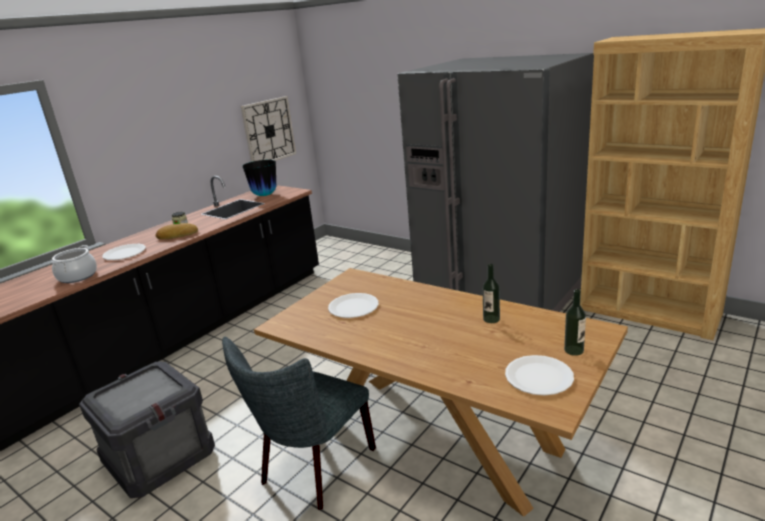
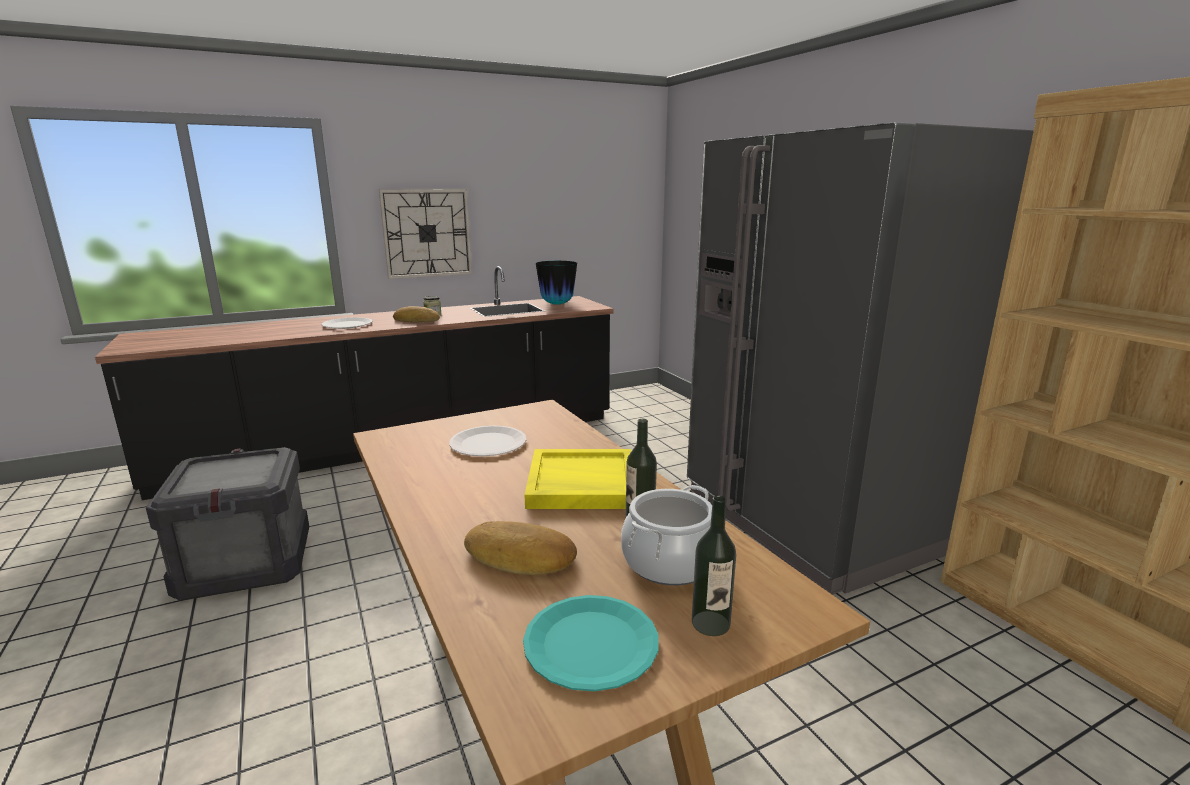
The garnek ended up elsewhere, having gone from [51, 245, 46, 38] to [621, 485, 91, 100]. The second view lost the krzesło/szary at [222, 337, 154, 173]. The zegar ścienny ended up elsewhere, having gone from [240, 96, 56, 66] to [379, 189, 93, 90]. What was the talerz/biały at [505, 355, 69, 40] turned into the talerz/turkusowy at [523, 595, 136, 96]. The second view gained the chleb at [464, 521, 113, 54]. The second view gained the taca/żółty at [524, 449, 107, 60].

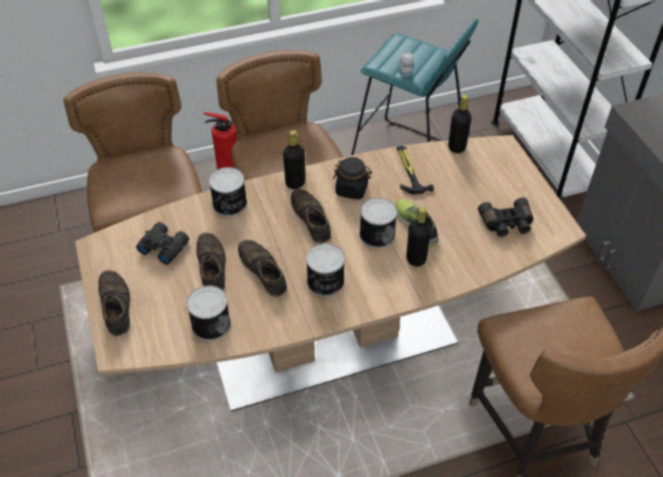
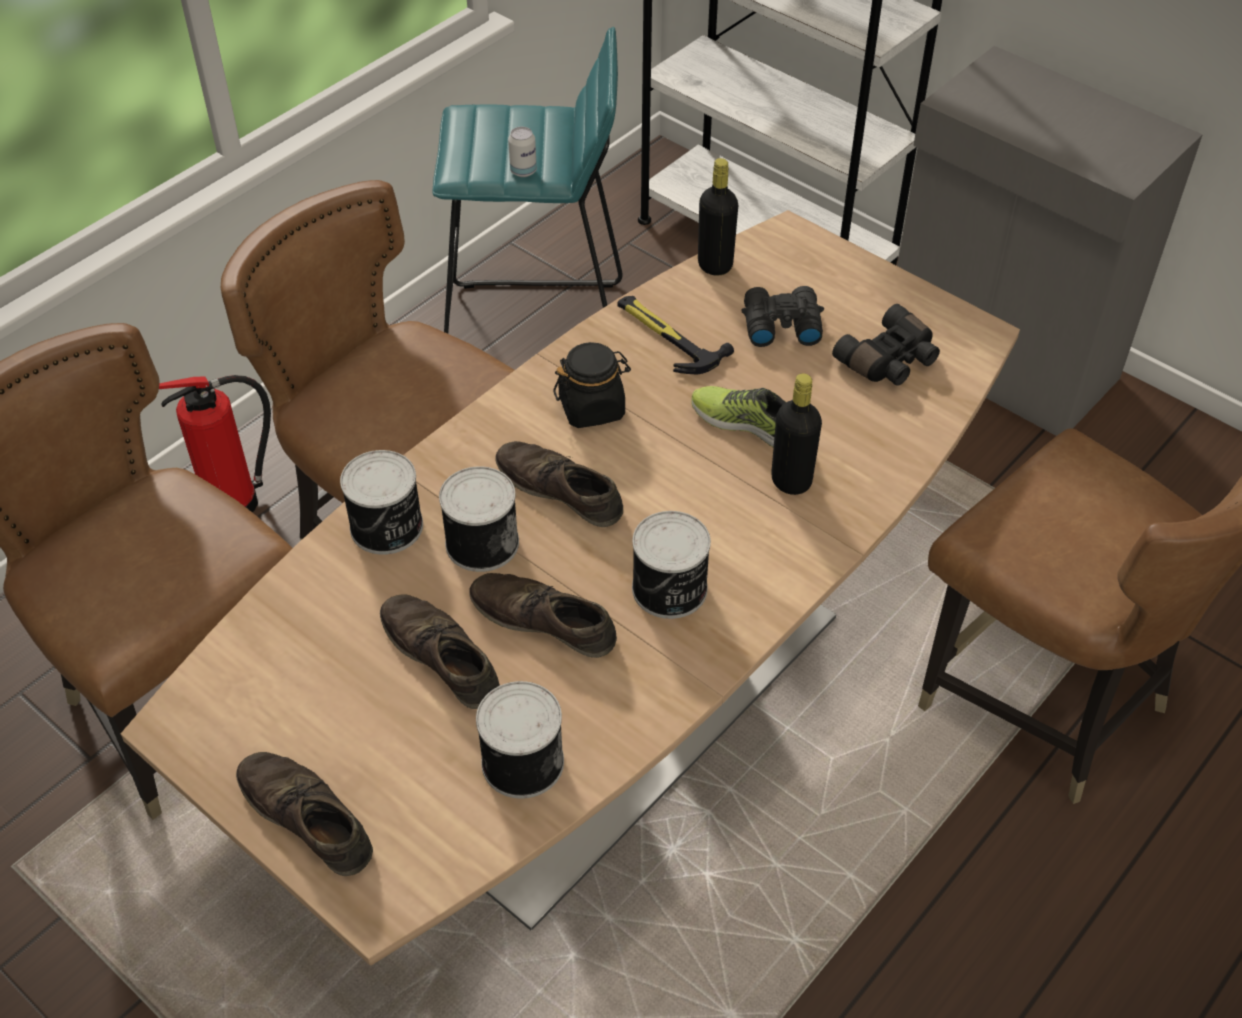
The lornetka/czarny ended up elsewhere, having gone from [136, 222, 53, 43] to [741, 286, 83, 61]. The second view lost the butelka/czarny at [283, 130, 22, 59]. The puszka ended up elsewhere, having gone from [360, 197, 37, 51] to [439, 466, 80, 106].

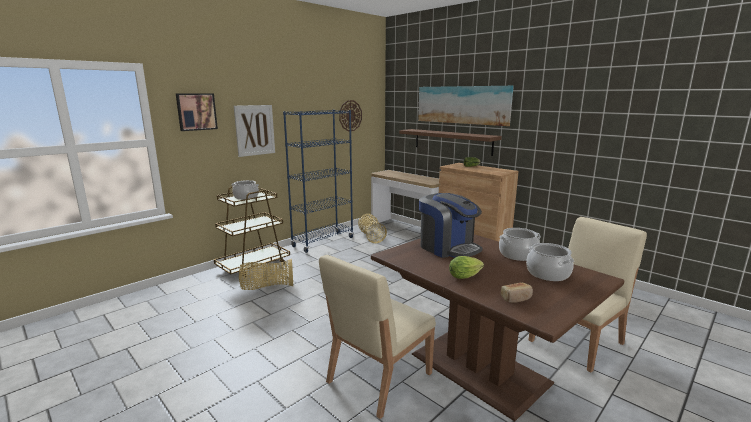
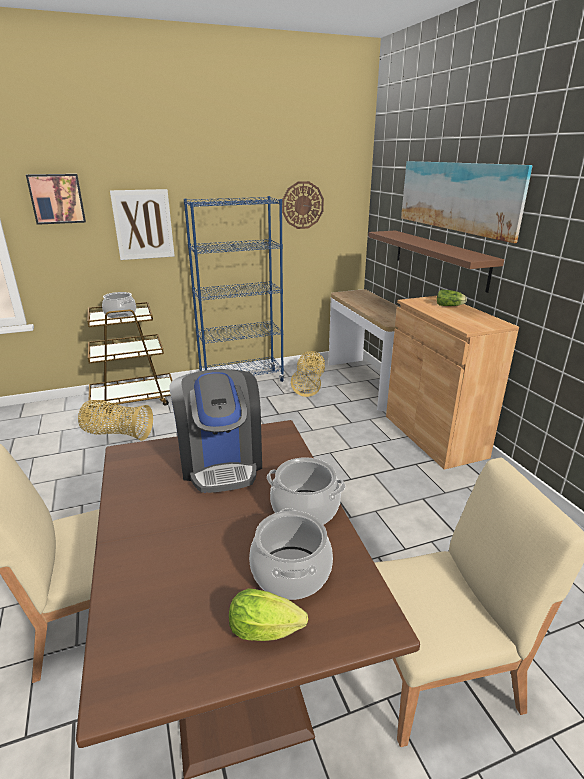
The sałata ended up elsewhere, having gone from [449, 256, 35, 23] to [229, 588, 79, 53]. The second view lost the chleb at [501, 283, 32, 20].

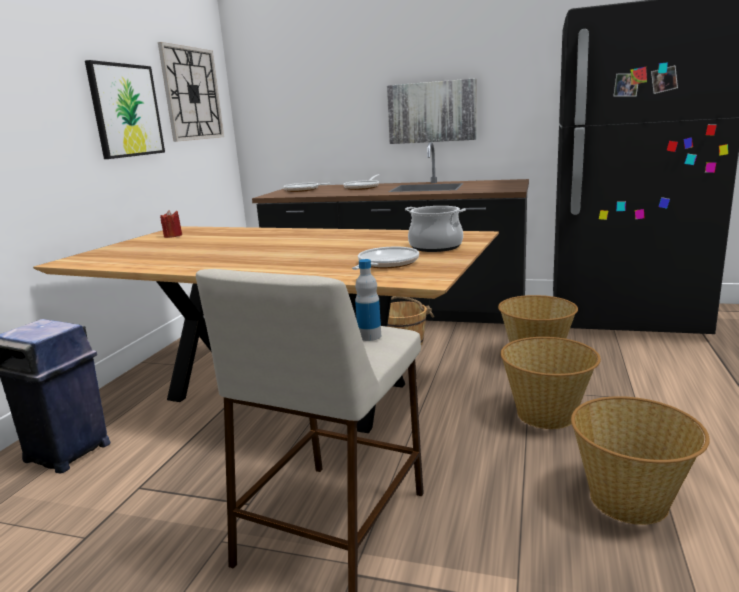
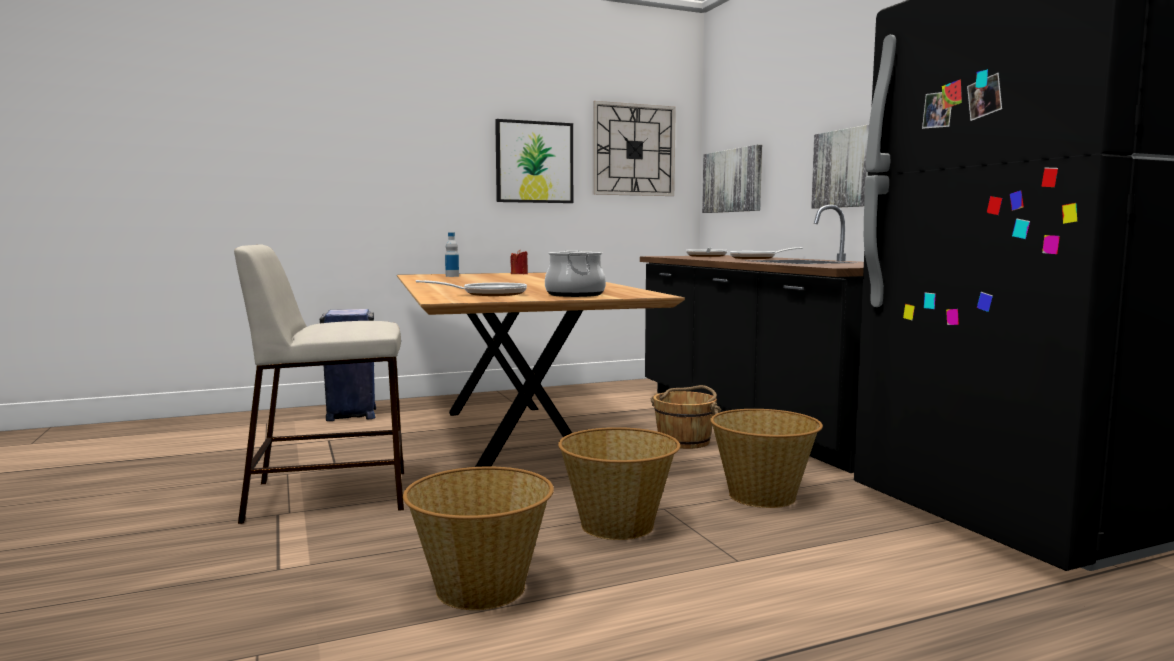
The butelka ended up elsewhere, having gone from [355, 259, 26, 82] to [445, 232, 14, 45]. The second view gained the obraz at [702, 145, 60, 68].

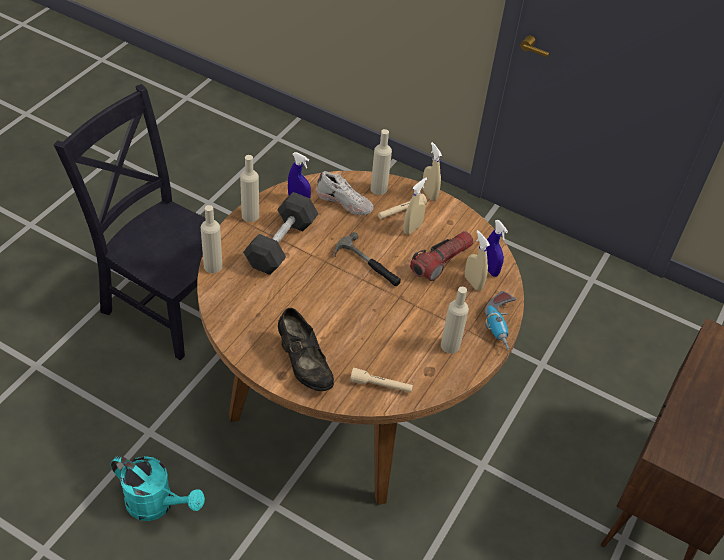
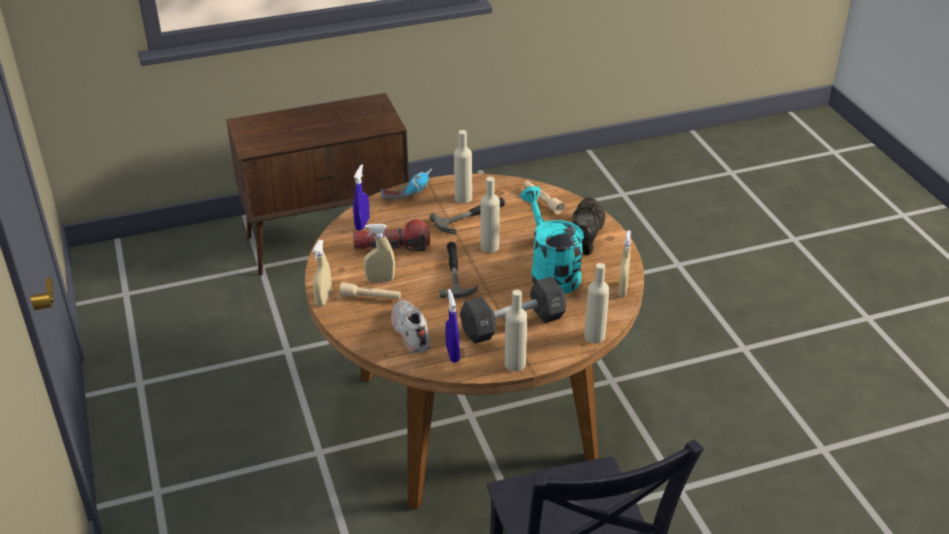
The konewka/turkusowy ended up elsewhere, having gone from [111, 456, 94, 65] to [520, 186, 64, 108]. The butelka/beżowy ended up elsewhere, having gone from [370, 129, 22, 66] to [481, 177, 19, 76]. The spryskiwacz/beżowy ended up elsewhere, having gone from [465, 230, 25, 61] to [618, 230, 13, 67]. The second view gained the młotek at [430, 198, 75, 36].

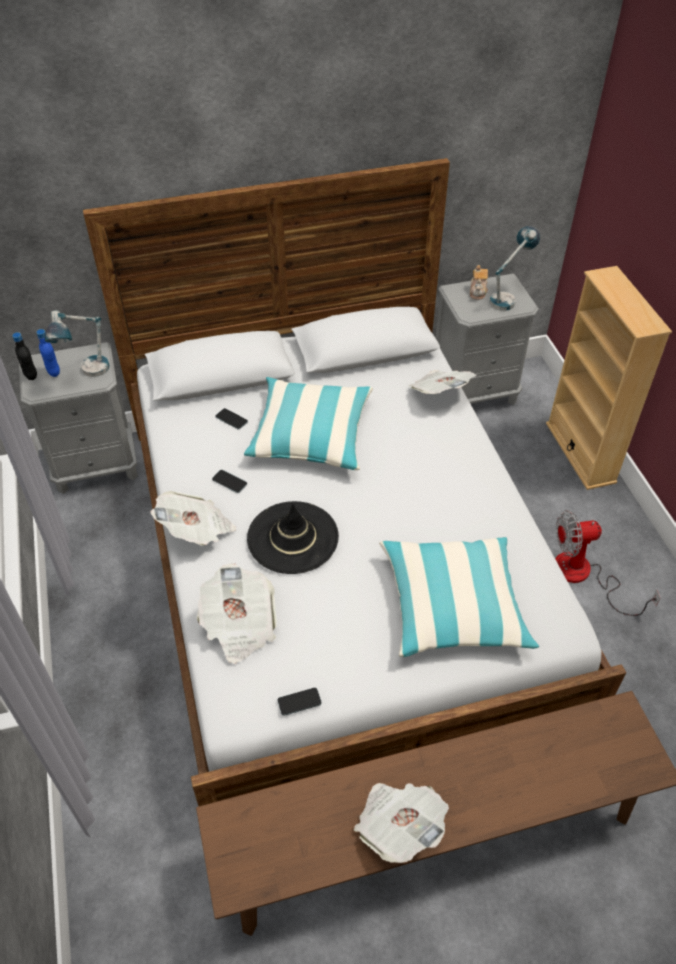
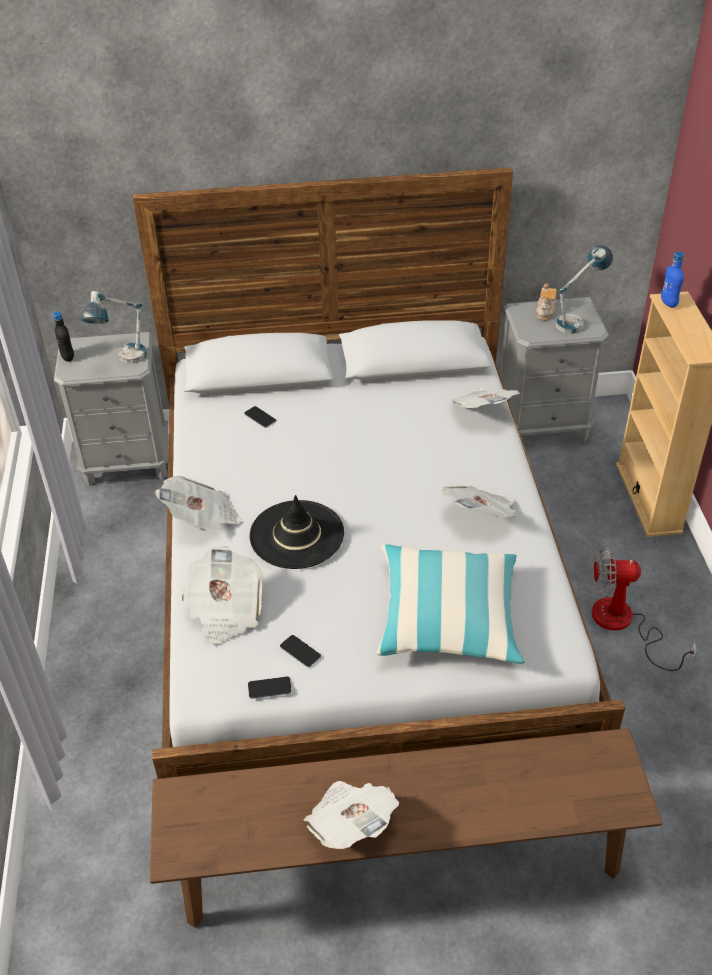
The butelka/niebieski ended up elsewhere, having gone from [36, 329, 24, 48] to [661, 252, 23, 56]. The telefon ended up elsewhere, having gone from [212, 470, 35, 23] to [280, 635, 41, 32]. The second view lost the poduszka at [244, 377, 129, 93]. The second view gained the gazeta at [442, 486, 74, 32].

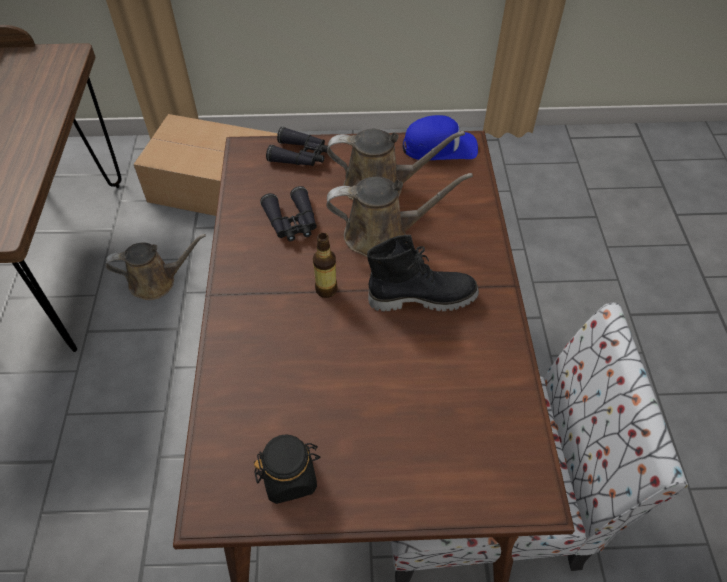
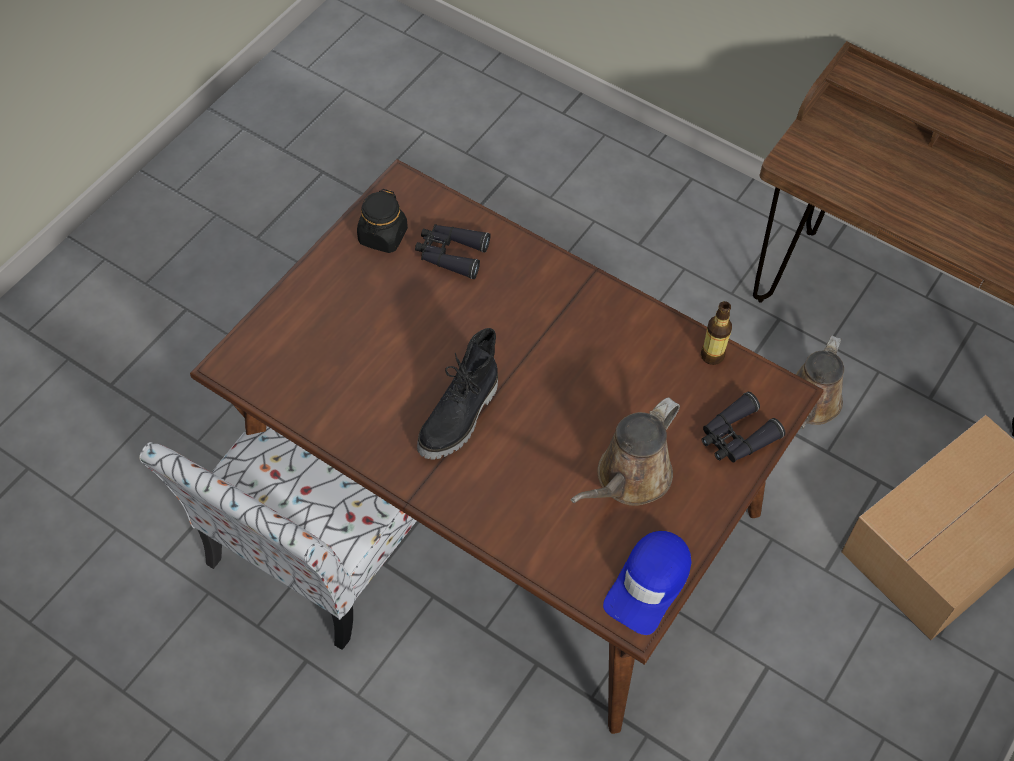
The lornetka/czarny ended up elsewhere, having gone from [260, 186, 57, 55] to [415, 224, 76, 55]. The butelka ended up elsewhere, having gone from [313, 233, 25, 65] to [701, 301, 31, 64]. The second view lost the konewka/brązowy at [326, 173, 147, 84].

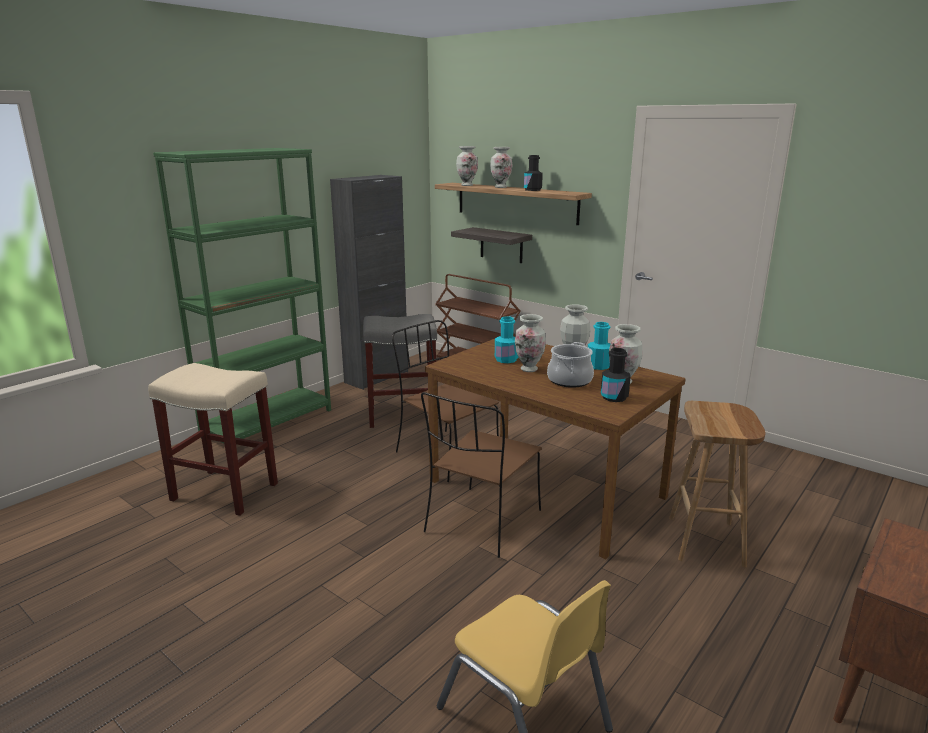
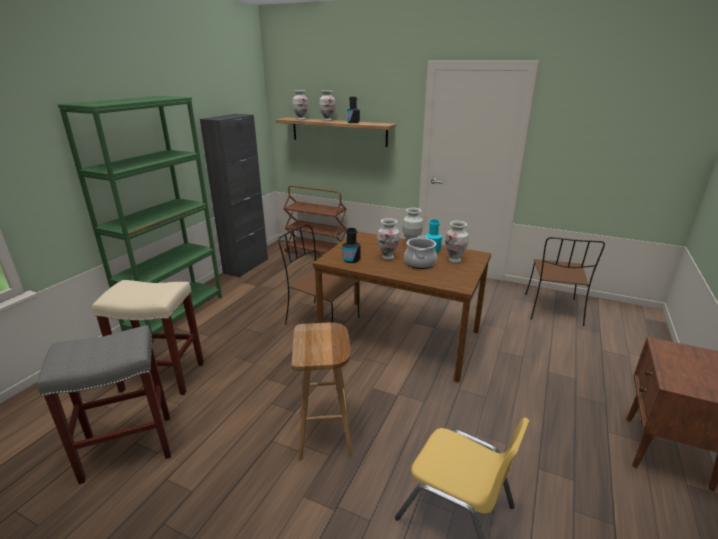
The stołek/szary ended up elsewhere, having gone from [363, 314, 74, 114] to [37, 325, 134, 159]. The krzesło/brązowy ended up elsewhere, having gone from [421, 392, 121, 166] to [526, 237, 79, 89]. The second view lost the półka at [451, 227, 81, 36]. The second view lost the butelka/turkusowy at [495, 316, 23, 47]. The butelka/czarny ended up elsewhere, having gone from [601, 348, 30, 54] to [343, 228, 18, 35]. The stołek/brązowy ended up elsewhere, having gone from [669, 401, 97, 167] to [291, 322, 62, 139].

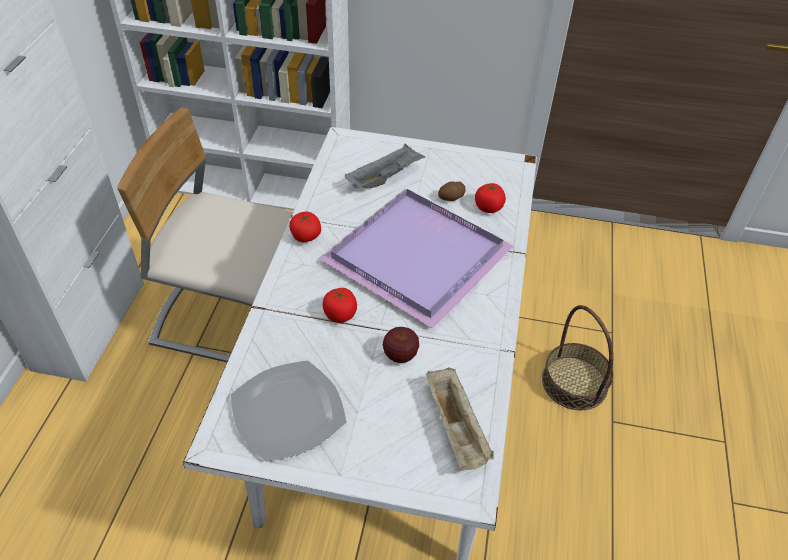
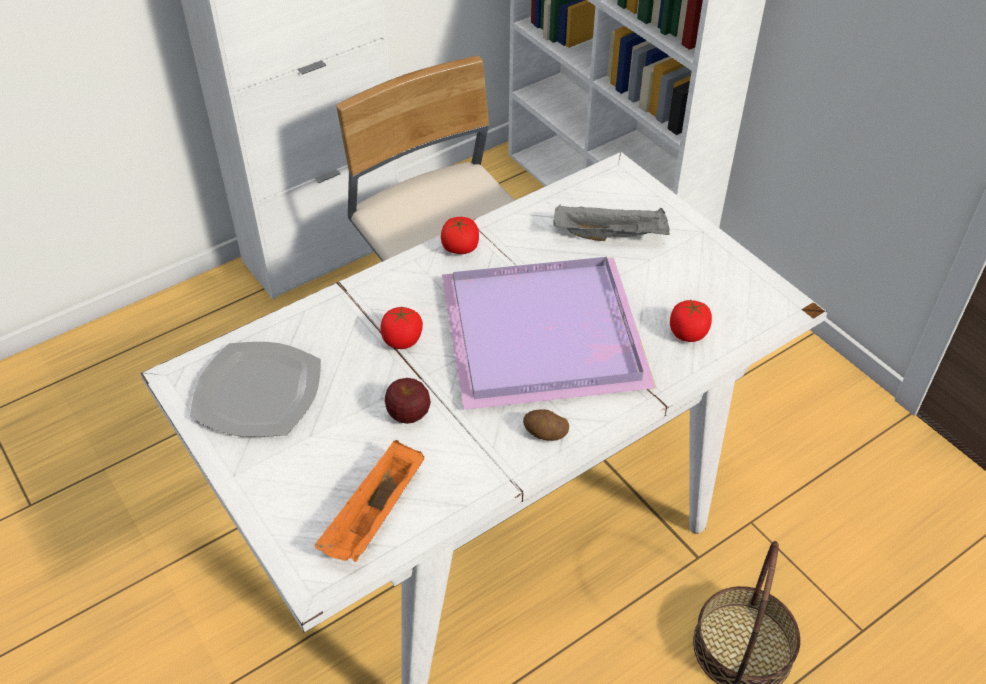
What was the taca/beżowy at [426, 367, 68, 104] turned into the taca/pomarańczowy at [315, 440, 109, 122]. The ziemniak ended up elsewhere, having gone from [438, 182, 28, 19] to [523, 409, 46, 32].

